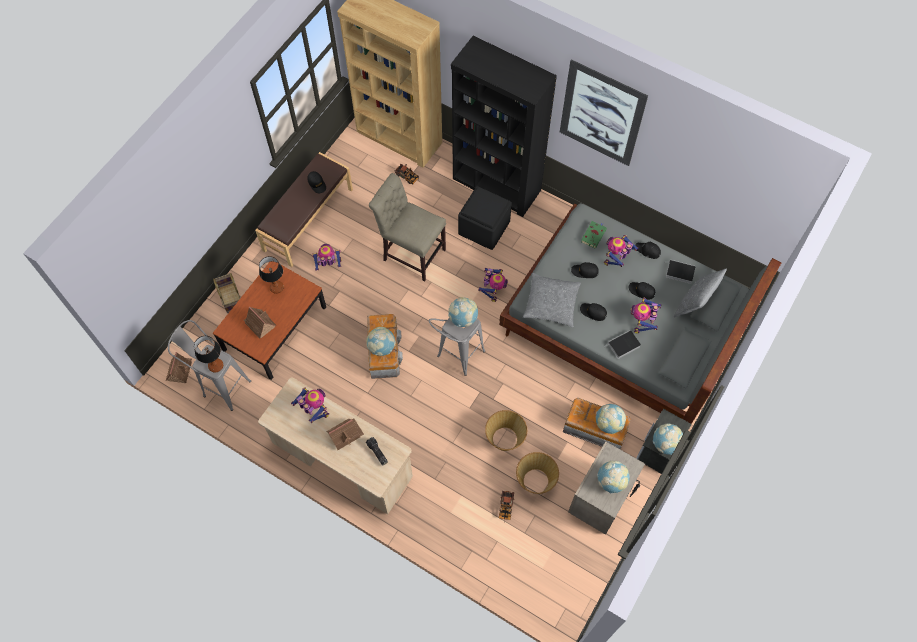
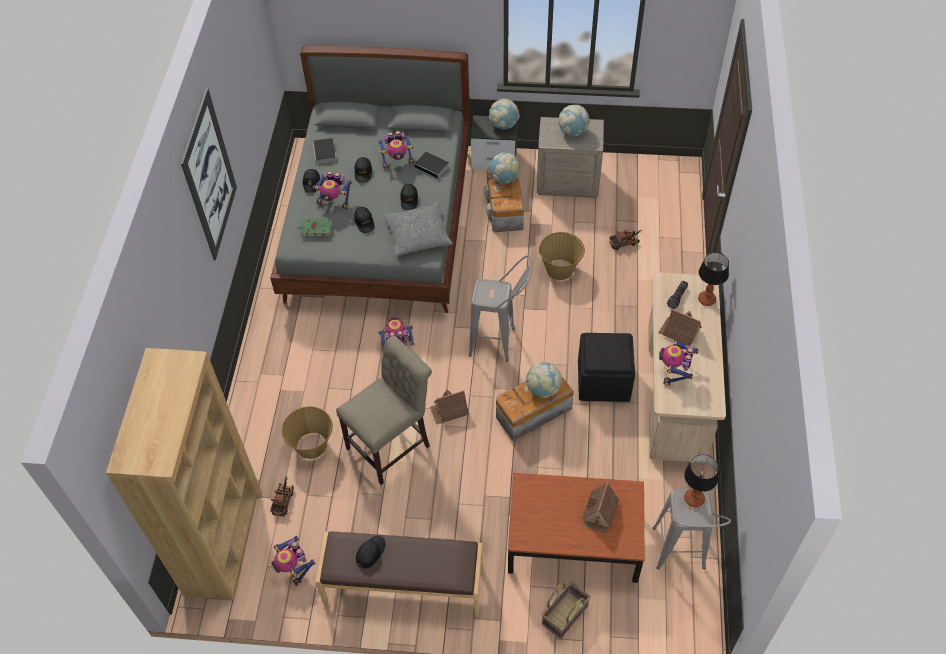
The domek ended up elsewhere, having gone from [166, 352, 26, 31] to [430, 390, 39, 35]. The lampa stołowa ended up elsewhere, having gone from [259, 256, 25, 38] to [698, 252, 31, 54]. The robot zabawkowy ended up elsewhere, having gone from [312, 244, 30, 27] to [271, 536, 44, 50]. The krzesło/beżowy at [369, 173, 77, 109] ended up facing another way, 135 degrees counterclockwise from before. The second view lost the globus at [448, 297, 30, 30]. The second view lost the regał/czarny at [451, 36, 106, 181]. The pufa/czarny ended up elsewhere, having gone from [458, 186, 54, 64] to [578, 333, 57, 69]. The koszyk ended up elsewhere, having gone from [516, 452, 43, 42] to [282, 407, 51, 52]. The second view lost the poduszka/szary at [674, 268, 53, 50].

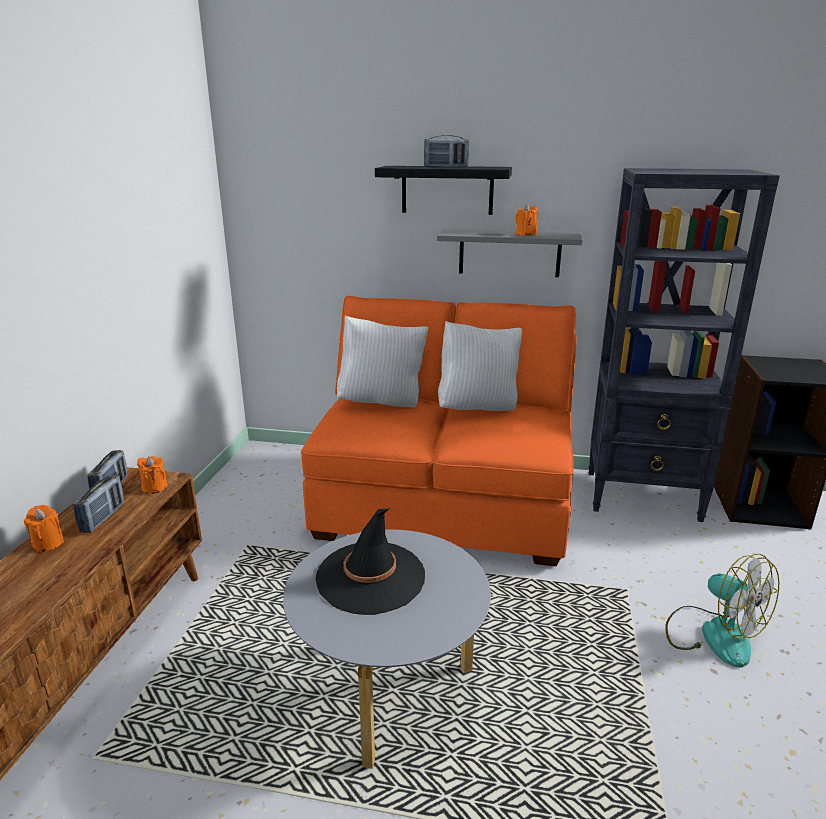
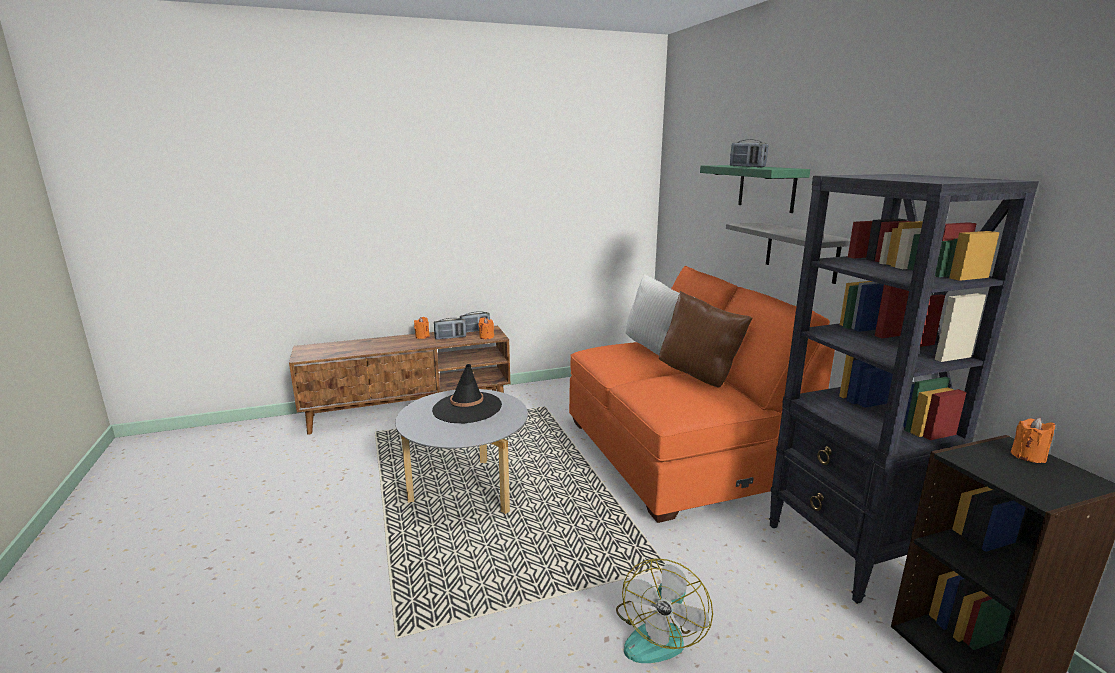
What was the półka/czarny at [375, 166, 137, 49] turned into the półka/zielony at [700, 165, 110, 48]. What was the poduszka/biały at [438, 321, 84, 90] turned into the poduszka/brązowy at [659, 291, 93, 97]. The świeca/pomarańczowy ended up elsewhere, having gone from [515, 204, 23, 32] to [1011, 418, 44, 45].

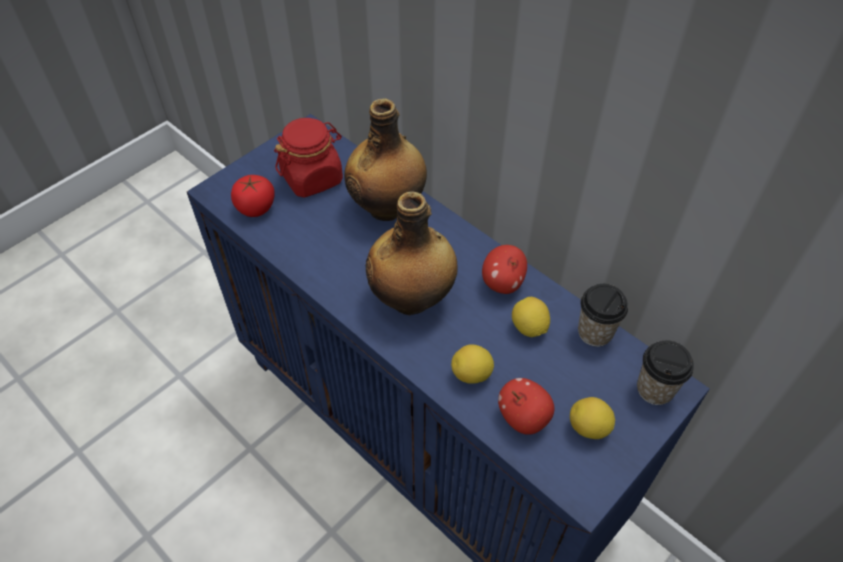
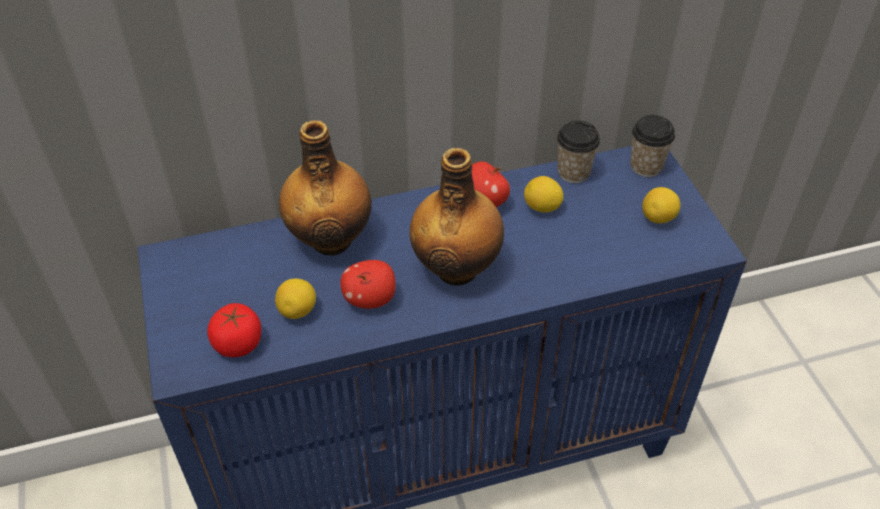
The second view lost the słoik/czerwony at [274, 118, 69, 80]. The cytryna ended up elsewhere, having gone from [451, 344, 43, 40] to [275, 278, 41, 41]. The jabłko ended up elsewhere, having gone from [498, 378, 56, 57] to [341, 260, 55, 49].

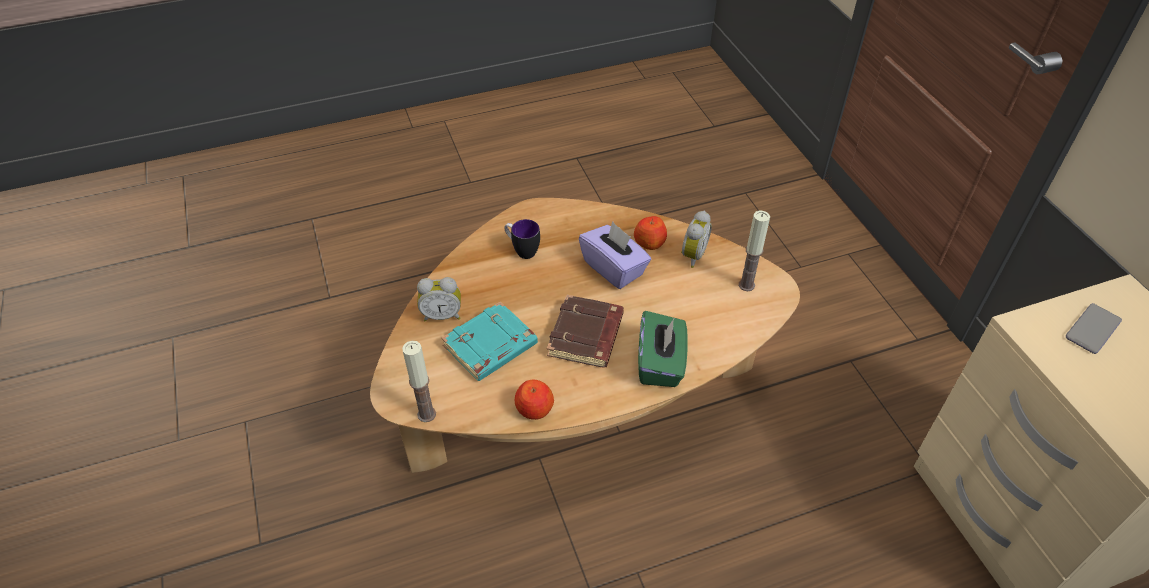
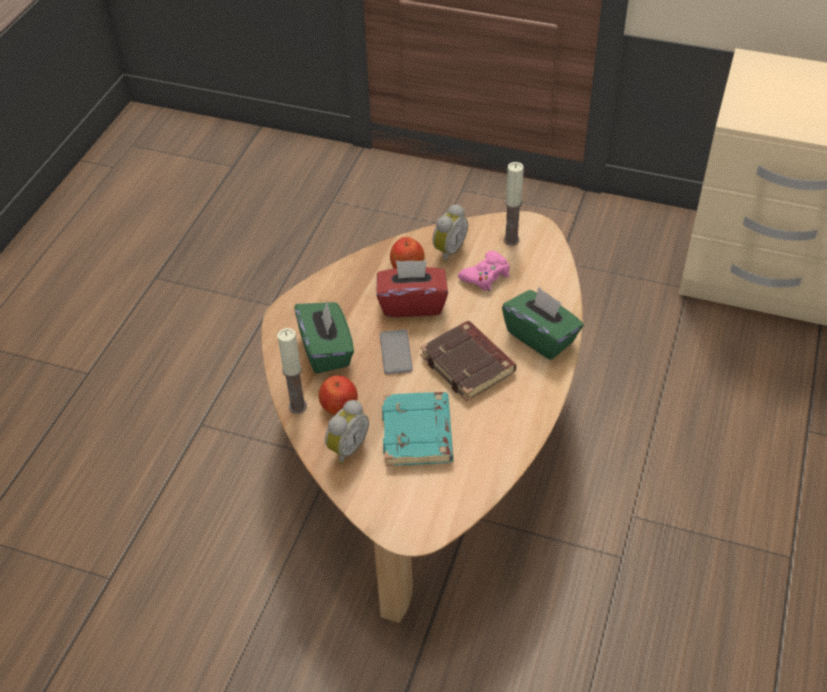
The świeca ended up elsewhere, having gone from [402, 341, 34, 81] to [277, 328, 30, 86]. Where the kubek stood at [504, 219, 36, 40], the pudełko chusteczek/zielony came to stand at [294, 302, 60, 72]. The jabłko ended up elsewhere, having gone from [514, 380, 40, 40] to [318, 376, 40, 39]. What was the pudełko chusteczek/fioletowy at [579, 221, 72, 68] turned into the pudełko chusteczek/czerwony at [377, 260, 71, 57]. The budzik at [681, 211, 31, 57] ended up facing another way, 60 degrees clockwise from before. The telefon ended up elsewhere, having gone from [1066, 303, 56, 51] to [380, 329, 33, 45]. The second view gained the pad do gier/różowy at [458, 251, 52, 40].

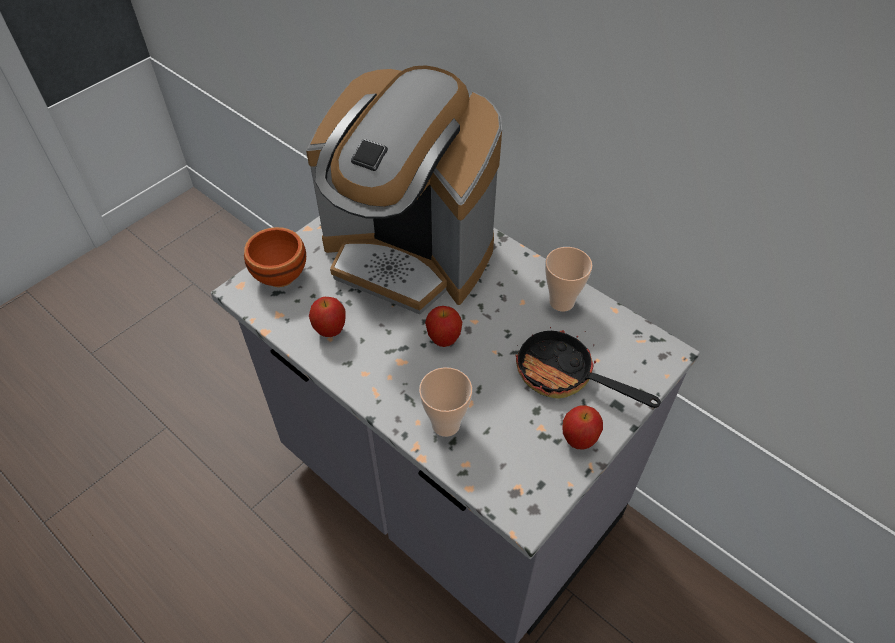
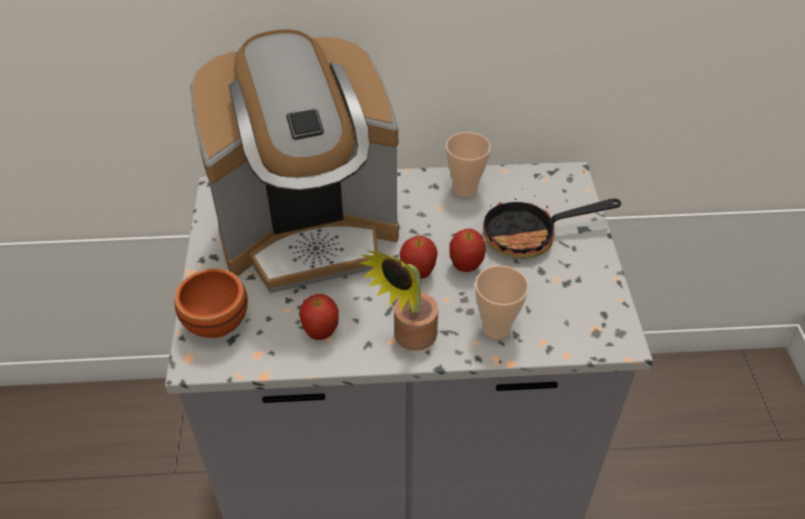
The jabłko ended up elsewhere, having gone from [563, 405, 40, 45] to [449, 229, 37, 43]. The second view gained the roślina doniczkowa at [358, 250, 80, 101].

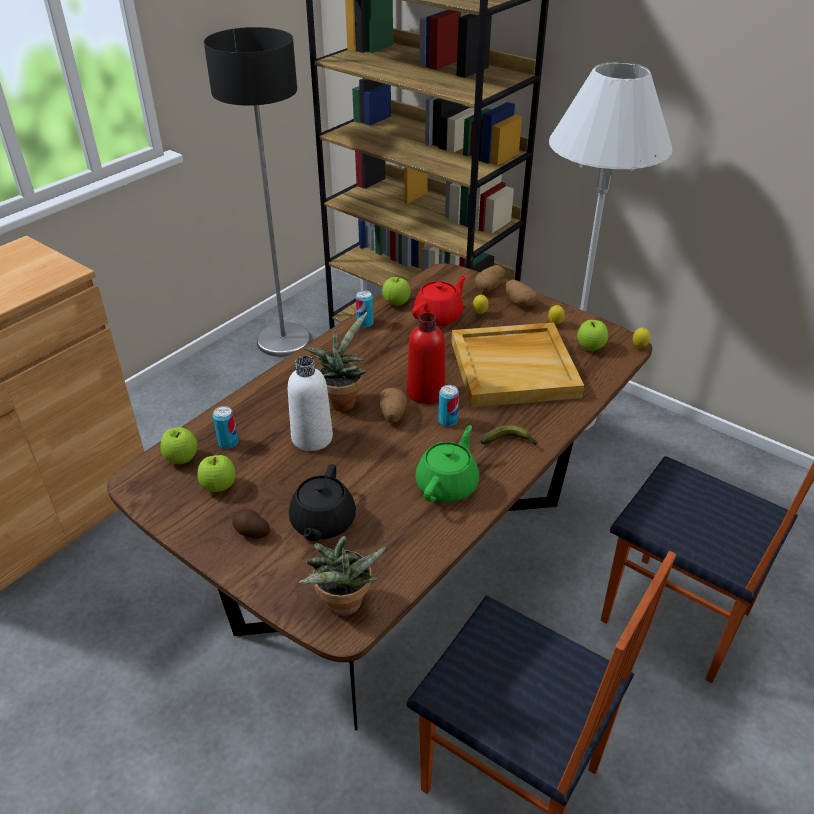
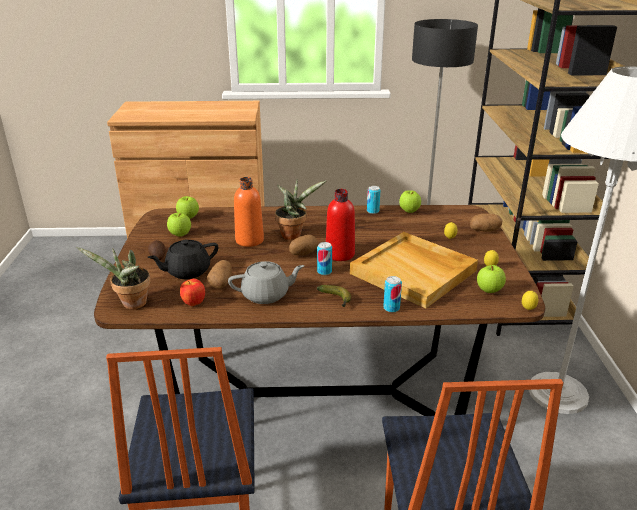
The puszka ended up elsewhere, having gone from [213, 406, 25, 43] to [383, 276, 19, 37]. What was the butelka/biały at [288, 356, 45, 95] turned into the butelka/pomarańczowy at [234, 177, 30, 70]. The second view lost the imbryk/czerwony at [412, 275, 55, 51]. What was the imbryk/zielony at [415, 425, 64, 77] turned into the imbryk/szary at [228, 261, 76, 43]. The ziemniak ended up elsewhere, having gone from [505, 280, 34, 27] to [207, 260, 25, 29]. The second view gained the jabłko at [180, 279, 25, 27].

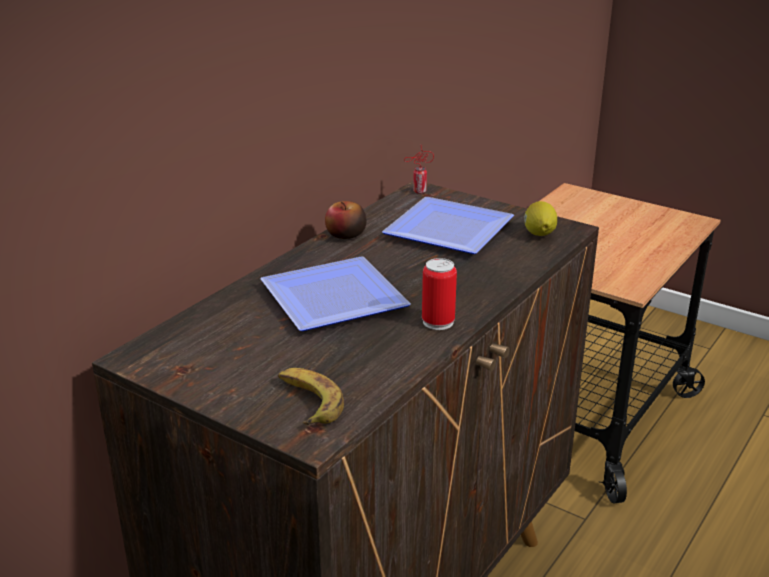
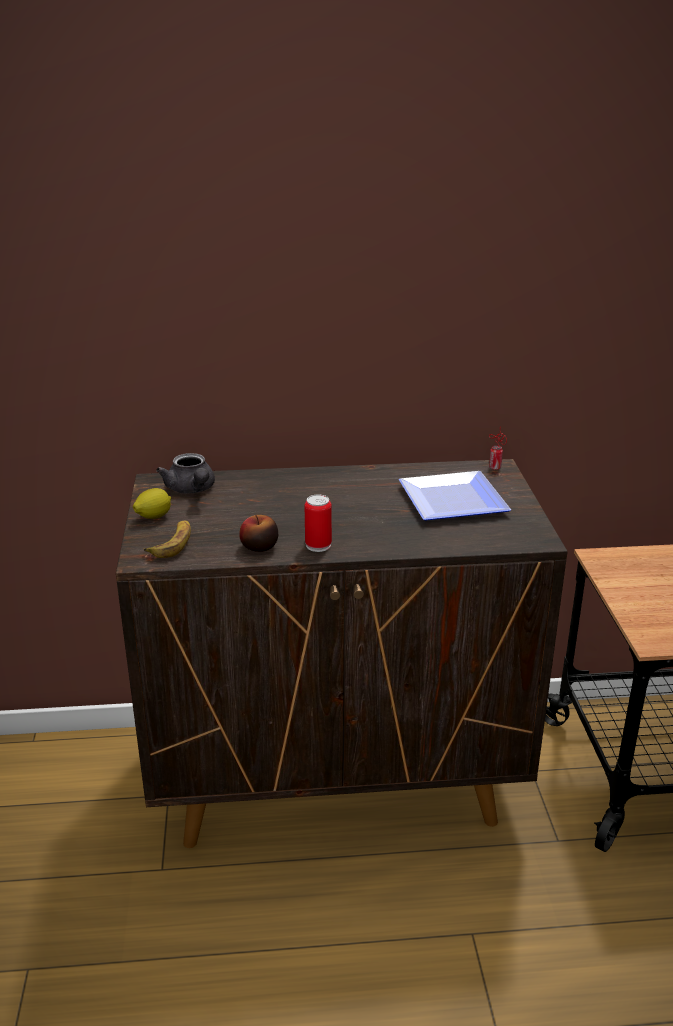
The second view lost the talerz at [260, 256, 151, 75]. The jabłko ended up elsewhere, having gone from [325, 201, 42, 38] to [239, 515, 39, 37]. The cytryna ended up elsewhere, having gone from [524, 201, 33, 35] to [133, 488, 38, 31]. The second view gained the imbryk/szary at [156, 453, 59, 40].

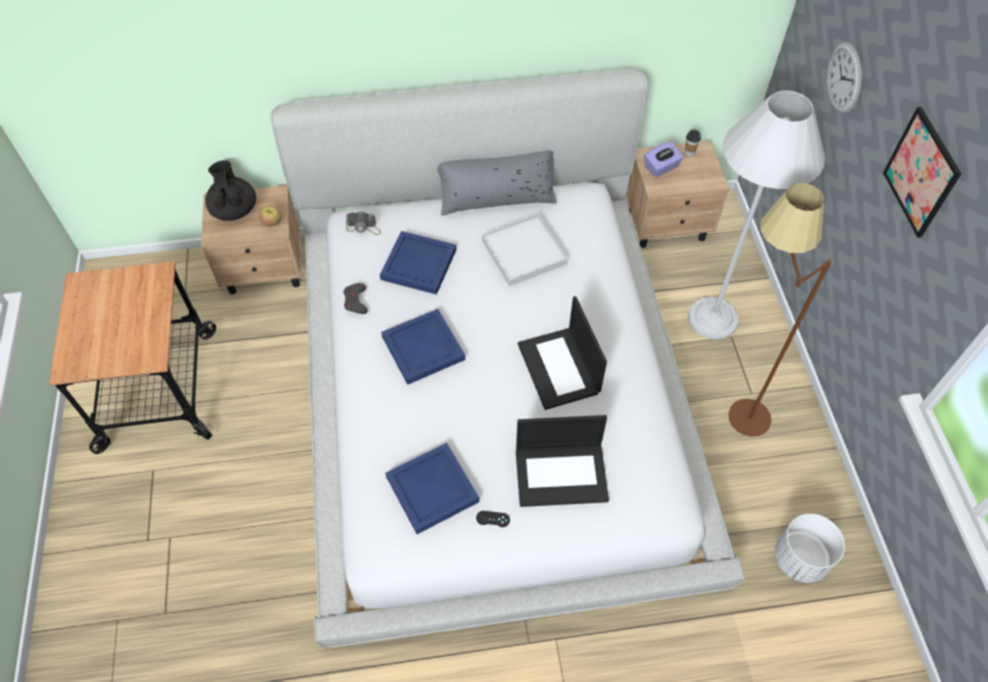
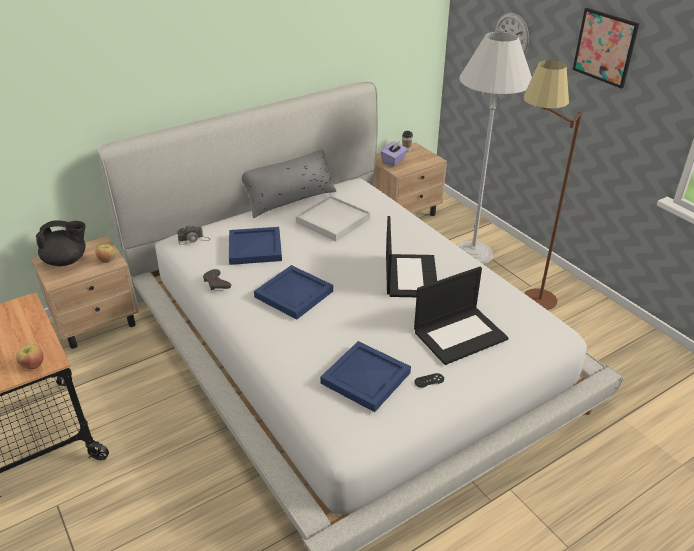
The imbryk/czarny at [205, 160, 51, 61] ended up facing another way, 120 degrees clockwise from before. The laptop at [518, 296, 89, 114] ended up facing another way, 135 degrees counterclockwise from before. The second view lost the donica/biały at [775, 514, 70, 69]. The second view gained the jabłko at [16, 344, 27, 25].

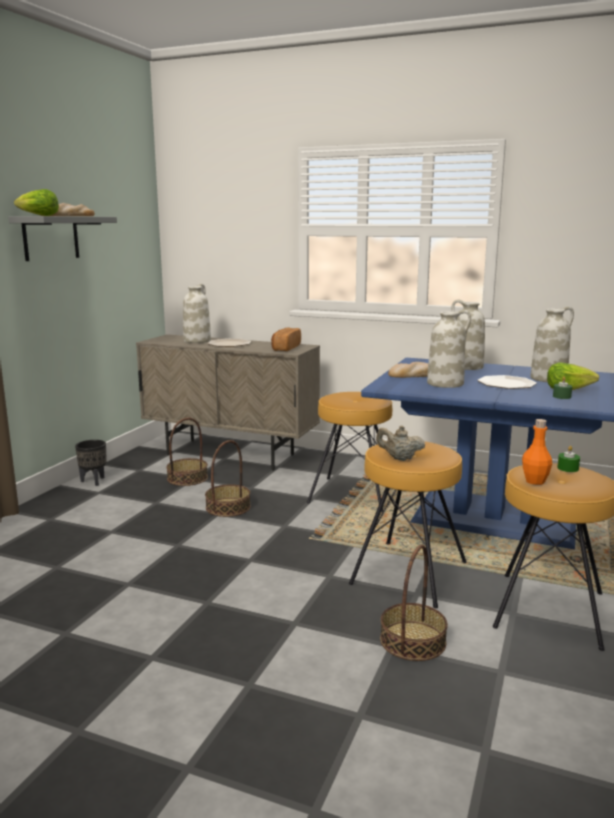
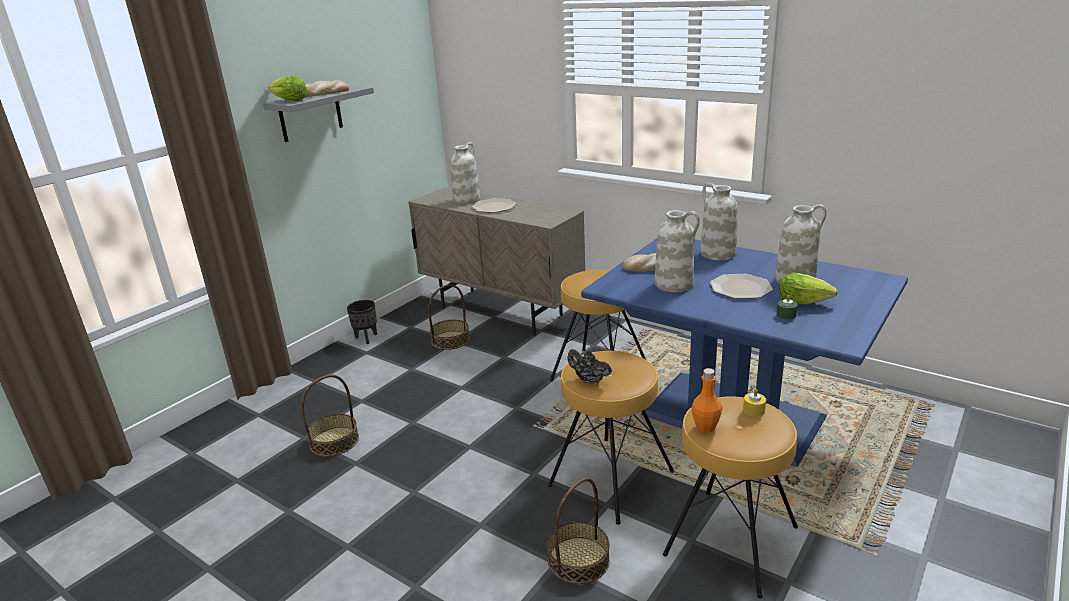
The koszyk ended up elsewhere, having gone from [205, 440, 46, 77] to [301, 375, 58, 82]. The second view lost the chleb at [271, 328, 30, 23]. What was the imbryk/beżowy at [376, 425, 49, 36] turned into the imbryk/czarny at [567, 349, 45, 35]. What was the świeca/zielony at [557, 446, 23, 26] turned into the świeca/żółty at [743, 389, 23, 27].

